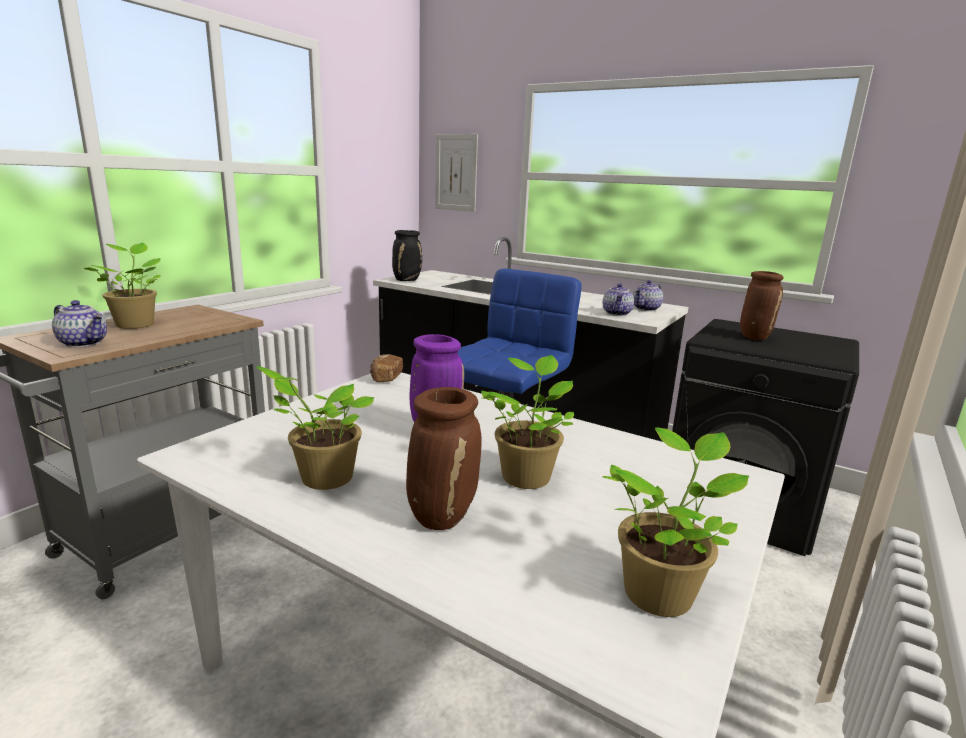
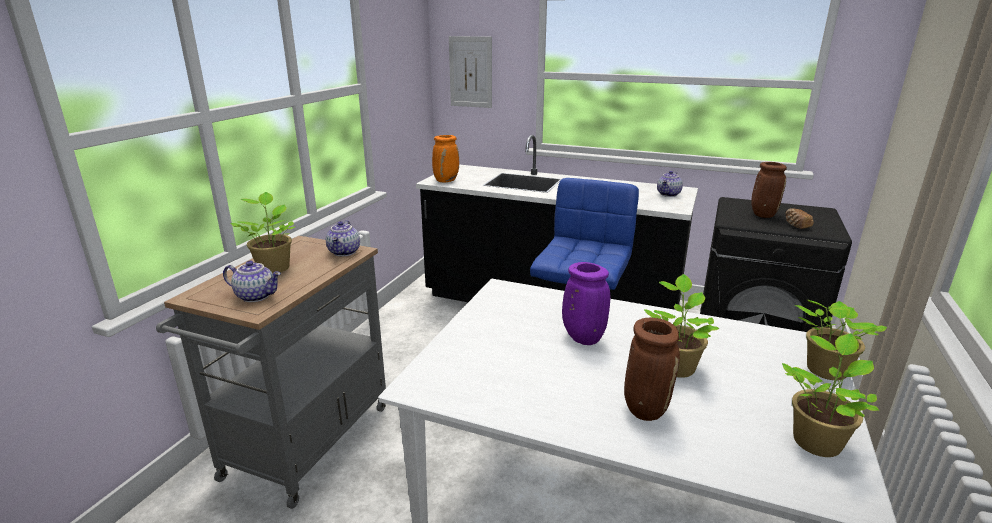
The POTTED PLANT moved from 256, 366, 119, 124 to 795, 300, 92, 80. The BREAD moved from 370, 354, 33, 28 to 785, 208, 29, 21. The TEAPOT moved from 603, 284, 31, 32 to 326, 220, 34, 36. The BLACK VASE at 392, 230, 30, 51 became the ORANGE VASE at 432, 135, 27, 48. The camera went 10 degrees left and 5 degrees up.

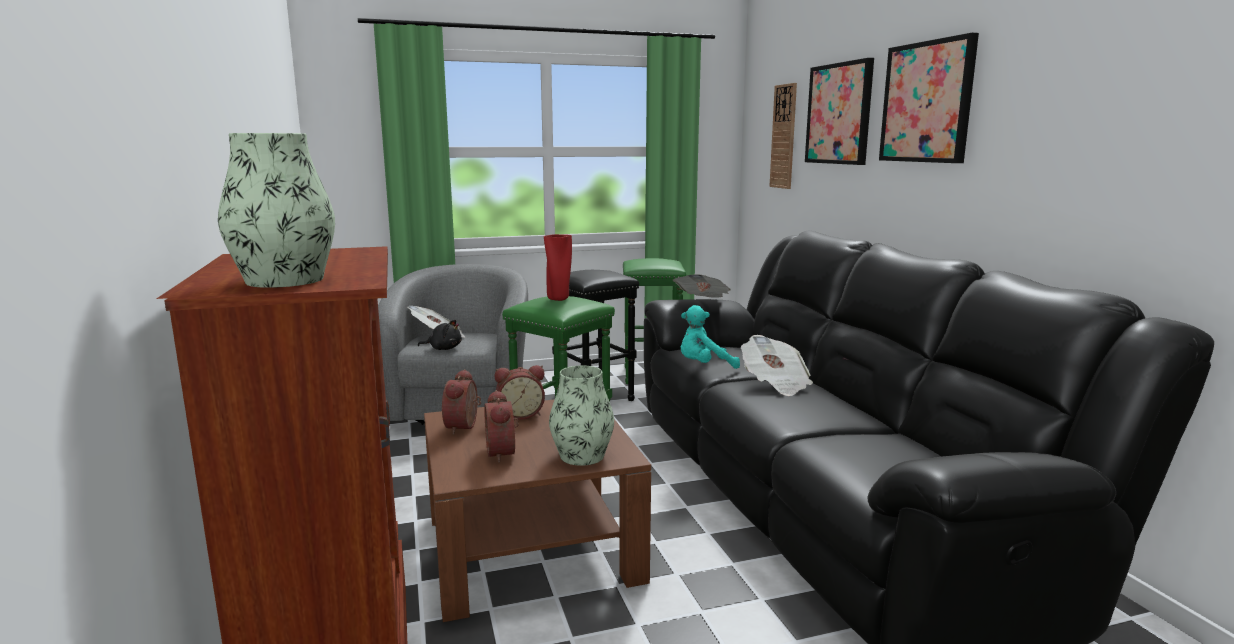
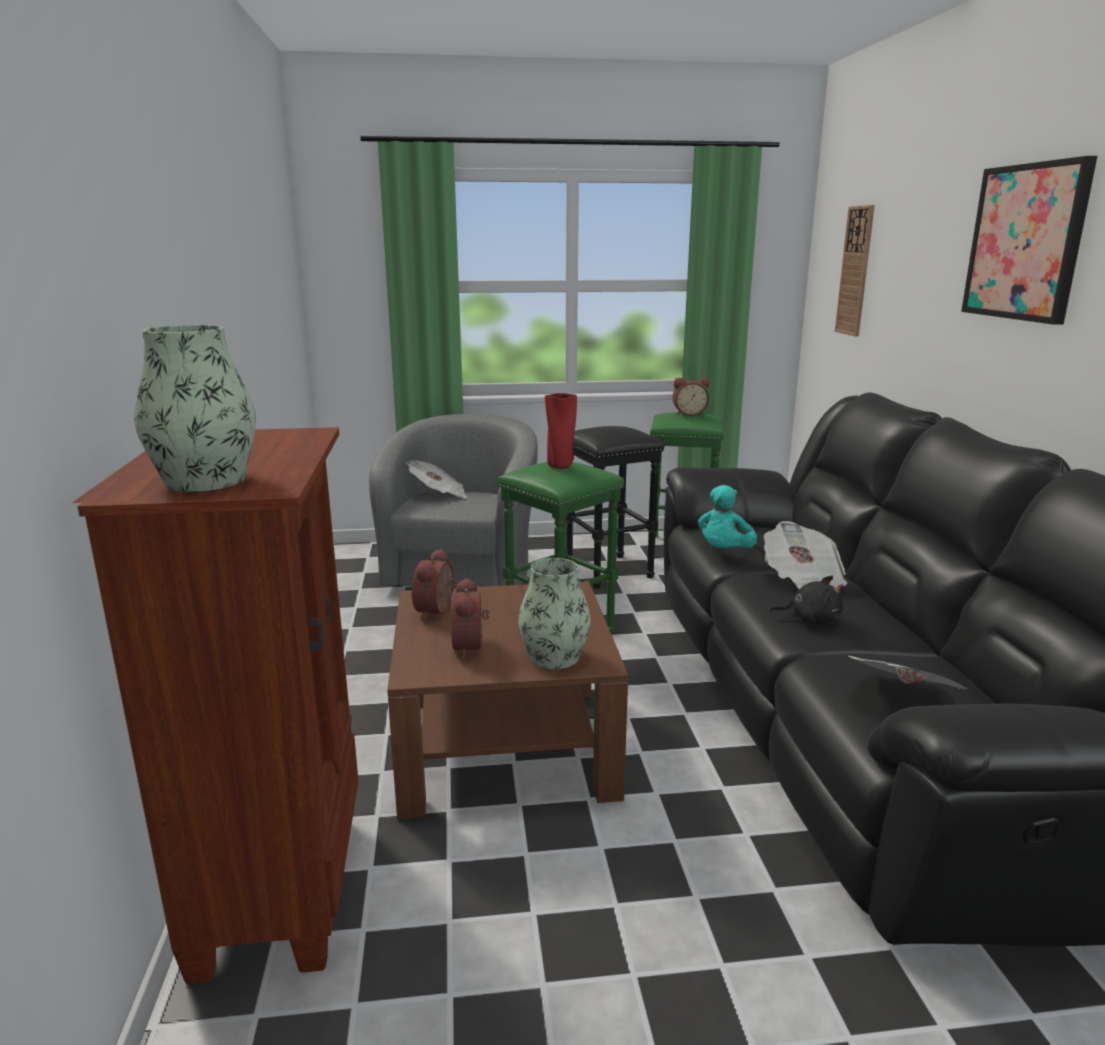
The PICTURE at 805, 58, 69, 107 disappeared. The BLACK PLUSH TOY moved from 418, 320, 44, 30 to 770, 576, 74, 47. The ALARM CLOCK moved from 495, 365, 50, 55 to 673, 377, 36, 39. The NEWSPAPER moved from 673, 274, 58, 24 to 847, 655, 122, 35. The TURQUOISE PLUSH TOY at 681, 305, 59, 64 turned 60 degrees counterclockwise. The camera went 10 degrees right and 5 degrees up.

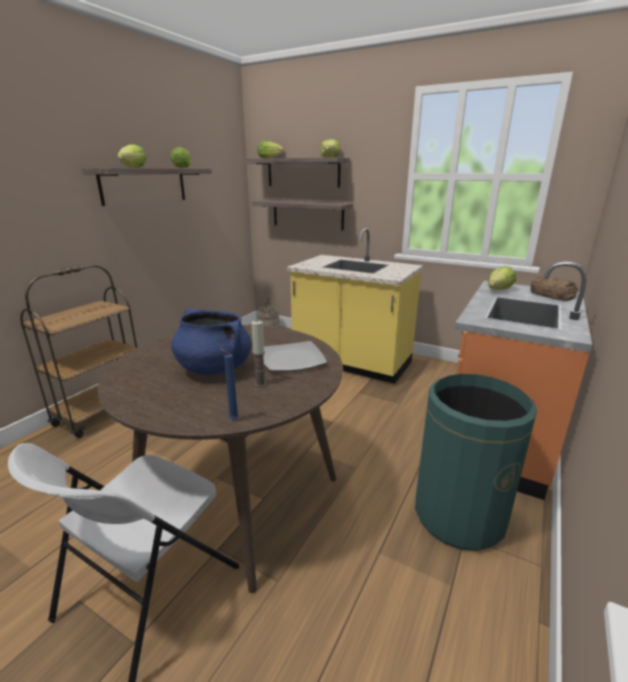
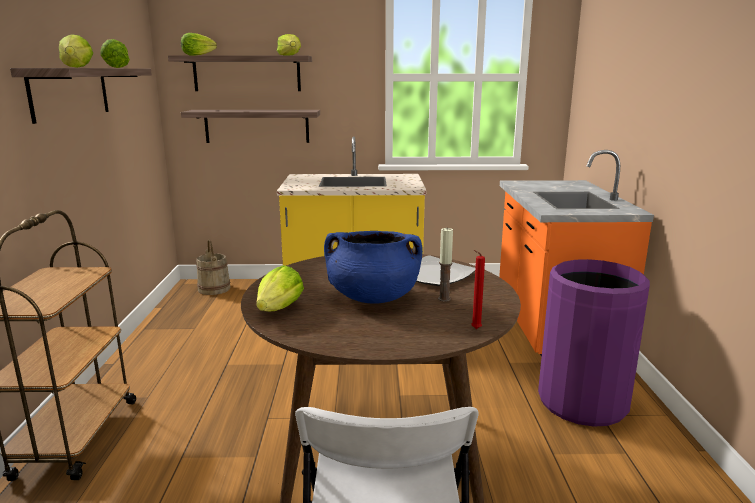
The BREAD at 531, 276, 47, 25 disappeared. The LETTUCE moved from 488, 266, 28, 24 to 256, 265, 48, 46. The BLUE CANDLE at 219, 347, 20, 73 became the RED CANDLE at 471, 250, 14, 79. The GREEN TRASH CAN at 415, 374, 122, 177 became the PURPLE TRASH CAN at 538, 259, 112, 168. The camera went 30 degrees left and 5 degrees down.

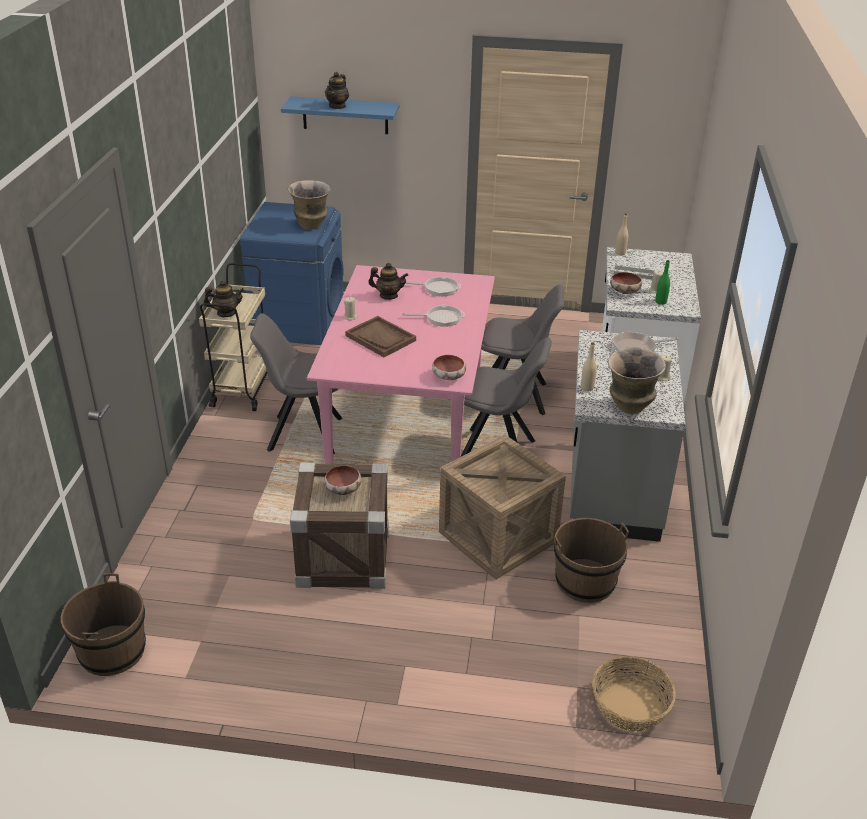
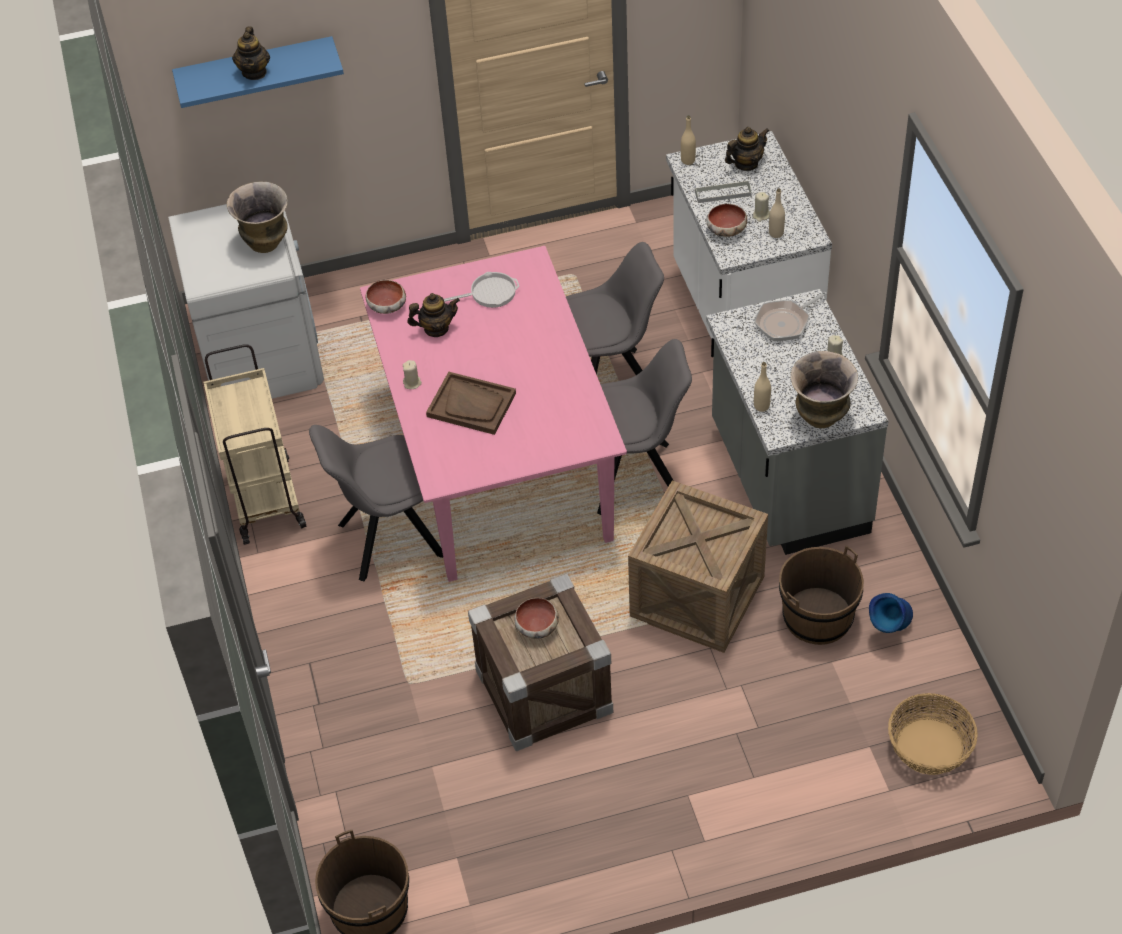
The FRYING PAN at 402, 305, 63, 22 disappeared. The BLUE VASE at 869, 593, 44, 40 appeared. The TEAPOT moved from 204, 280, 40, 37 to 725, 127, 44, 44. The BOWL moved from 432, 355, 34, 25 to 365, 280, 41, 34. The BLUE WASHING MACHINE at 240, 202, 104, 143 became the WHITE WASHING MACHINE at 168, 204, 156, 195. The GREEN BOTTLE at 655, 260, 15, 45 became the BEIGE BOTTLE at 769, 188, 16, 50. The camera went 20 degrees left and 15 degrees up.

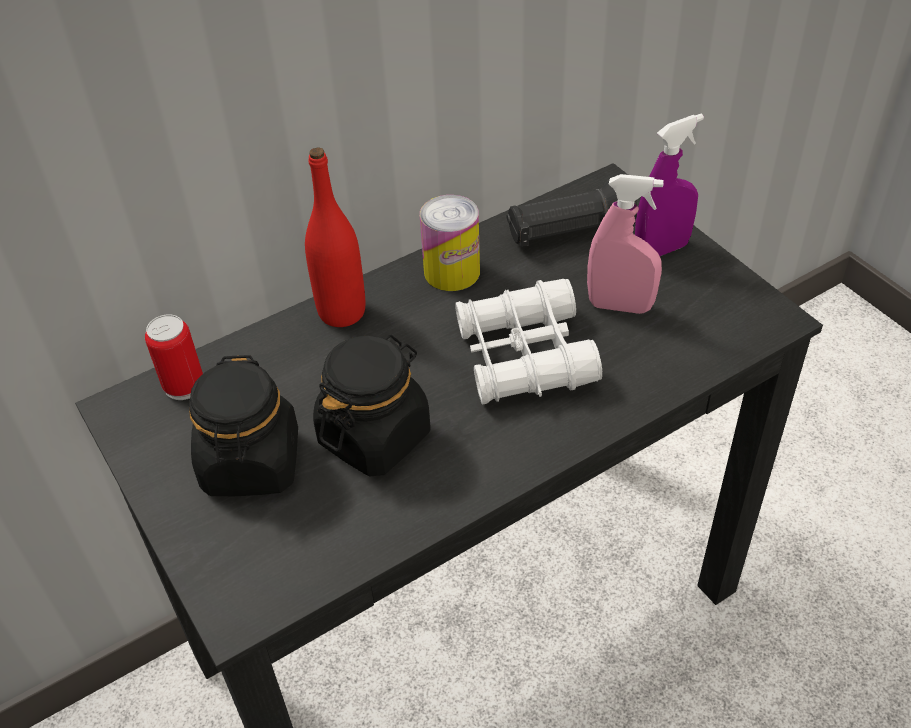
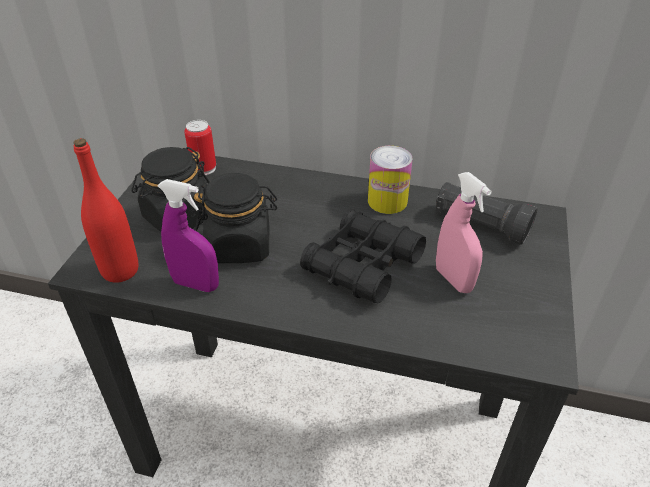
The RED BOTTLE moved from 305, 147, 60, 180 to 73, 138, 66, 145. The PURPLE SPRAY BOTTLE moved from 635, 113, 69, 143 to 158, 179, 61, 113. The WHITE BINOCULARS at 455, 279, 147, 125 became the BLACK BINOCULARS at 300, 209, 126, 94. The camera went 45 degrees right and 5 degrees down.

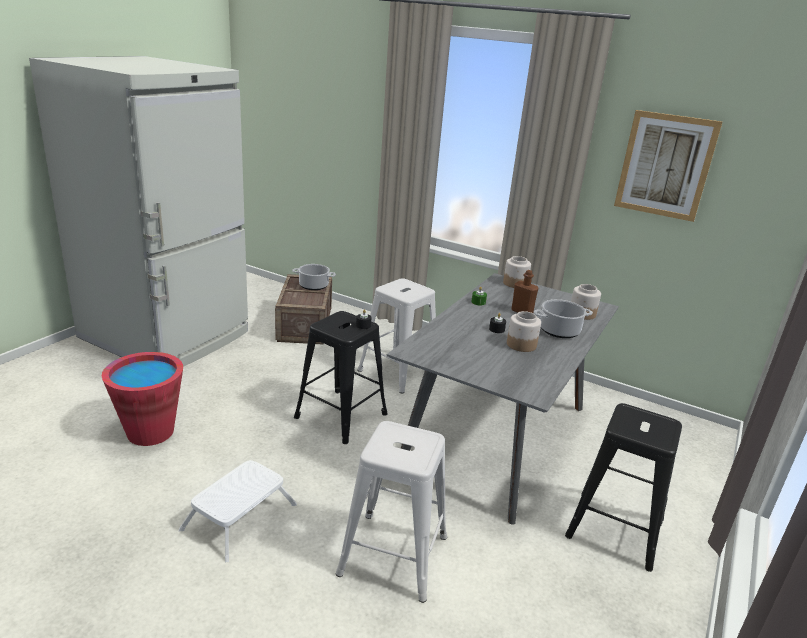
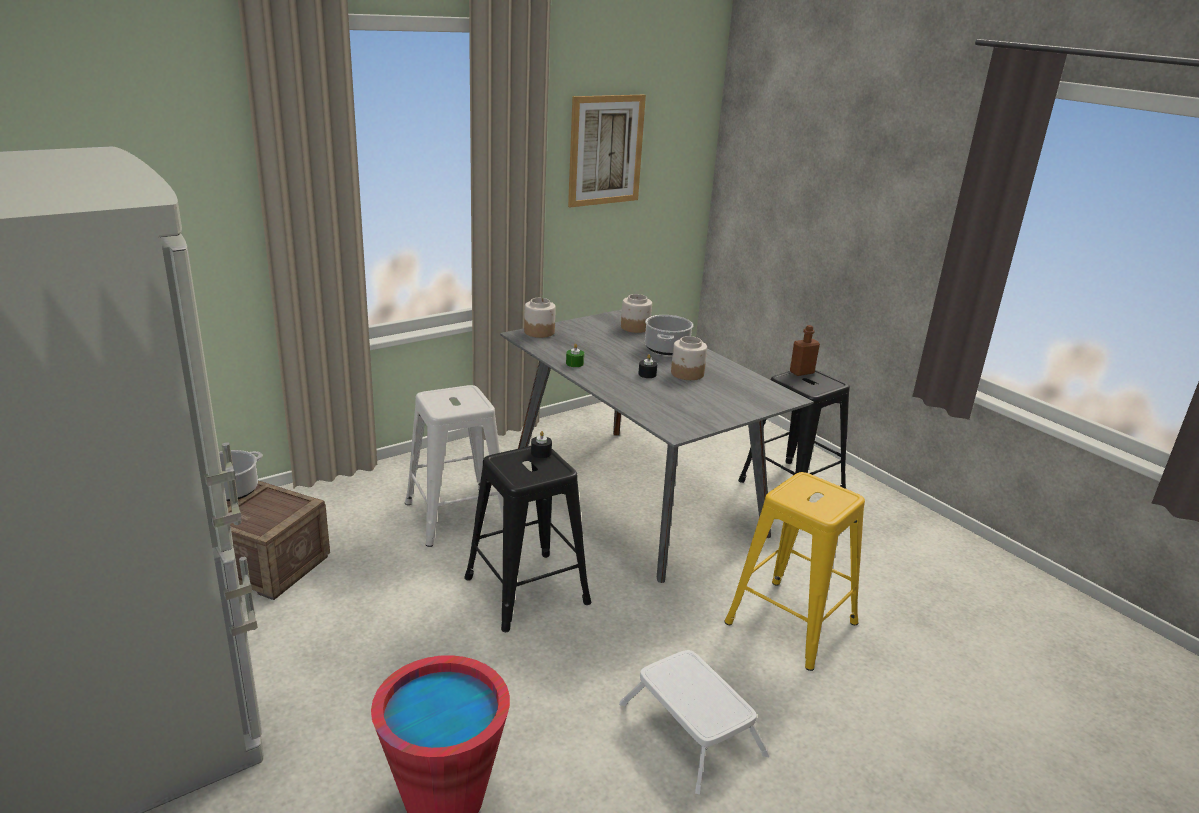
The BROWN BOTTLE moved from 511, 270, 27, 43 to 790, 325, 30, 51. The WHITE STOOL at 336, 421, 111, 182 became the YELLOW STOOL at 724, 472, 141, 199. The camera went 65 degrees left and 0 degrees up.

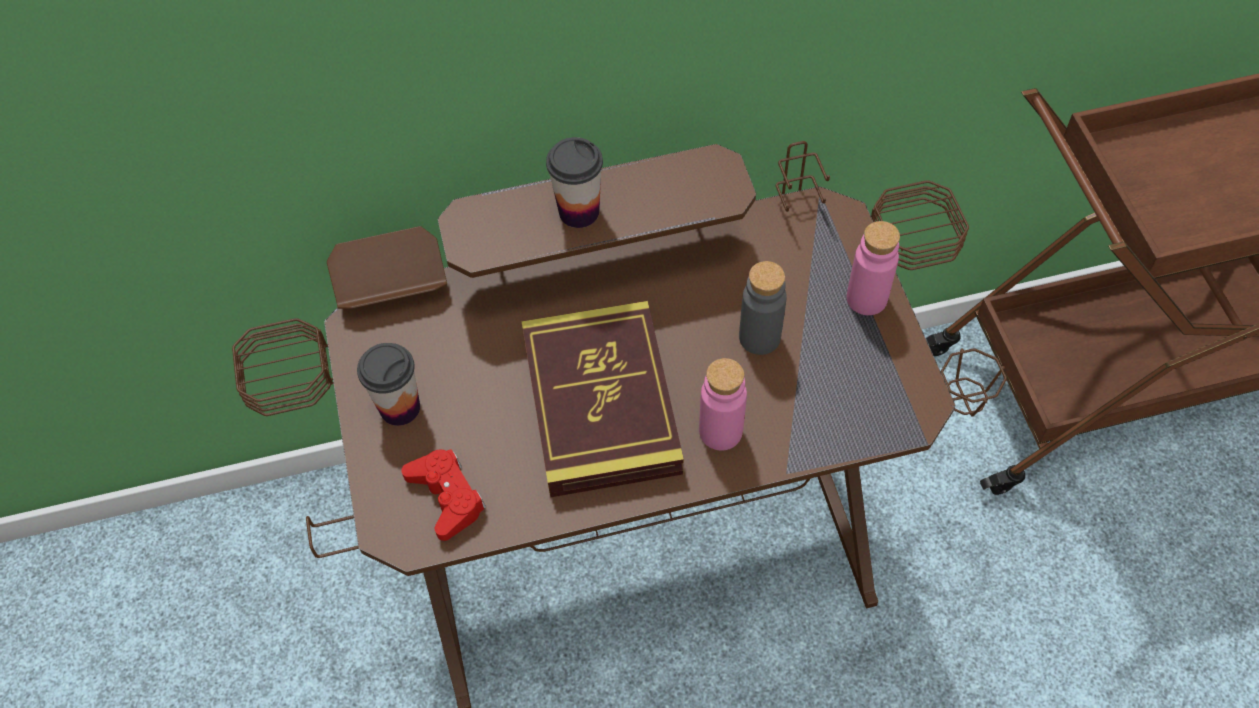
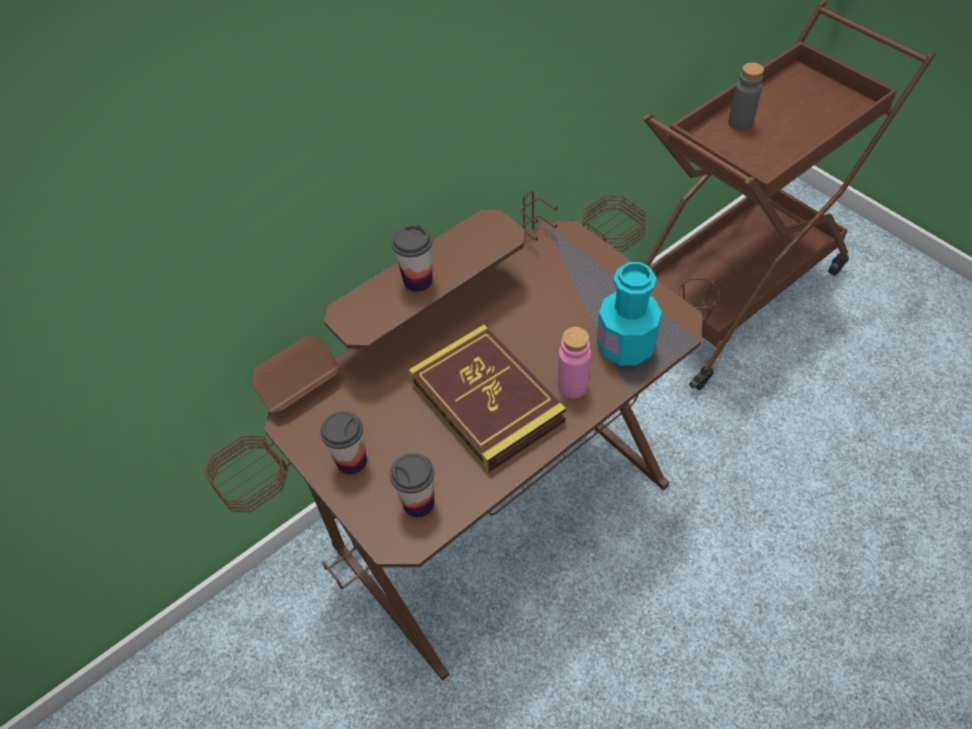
The PINK BOTTLE at 847, 221, 53, 94 disappeared. The TURQUOISE BOTTLE at 597, 262, 65, 104 appeared. The GREY BOTTLE moved from 739, 261, 48, 94 to 728, 62, 36, 69. The RED GAME CONTROLLER at 401, 449, 85, 92 was replaced by the CUP at 390, 453, 44, 64. The camera went 25 degrees left and 5 degrees down.

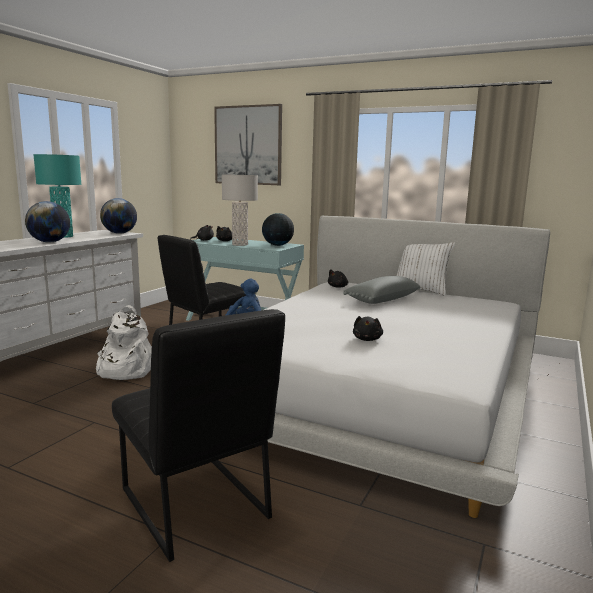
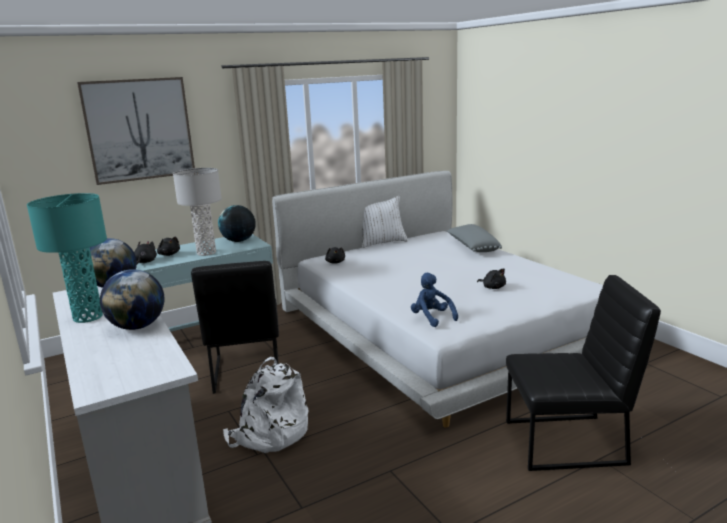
The GREY PILLOW moved from 344, 276, 77, 28 to 447, 224, 55, 28. The camera went 55 degrees left and 5 degrees up.

